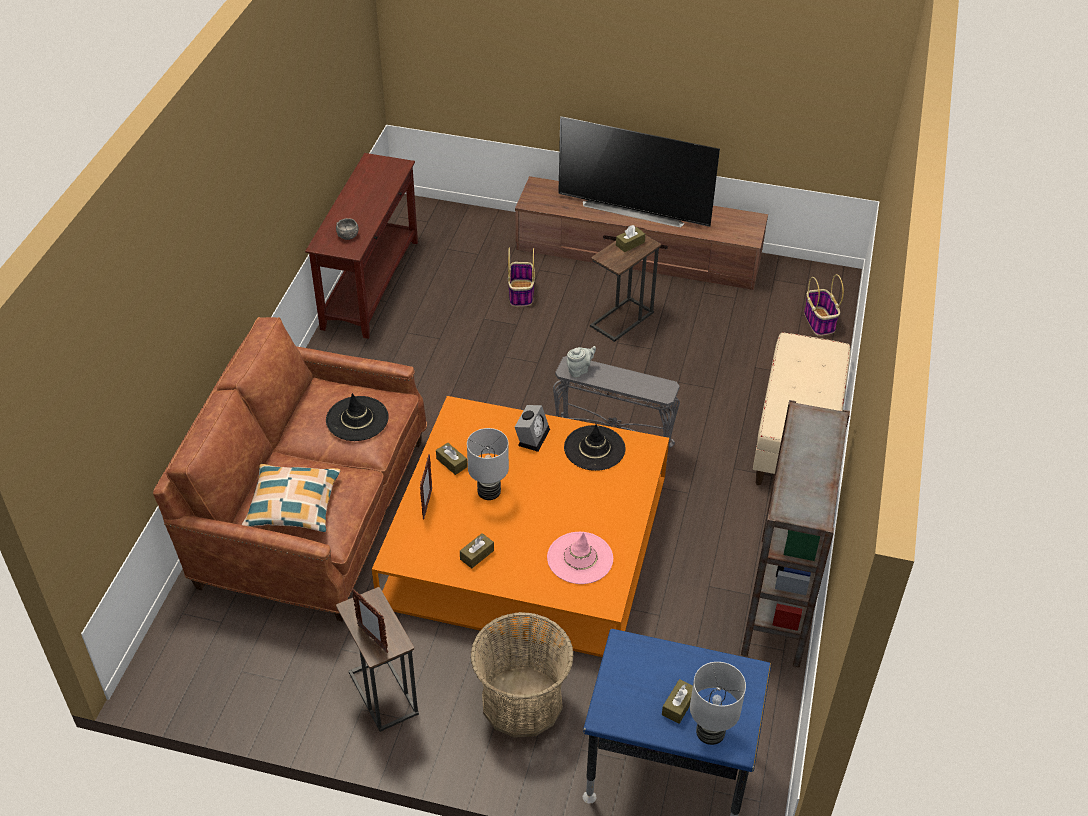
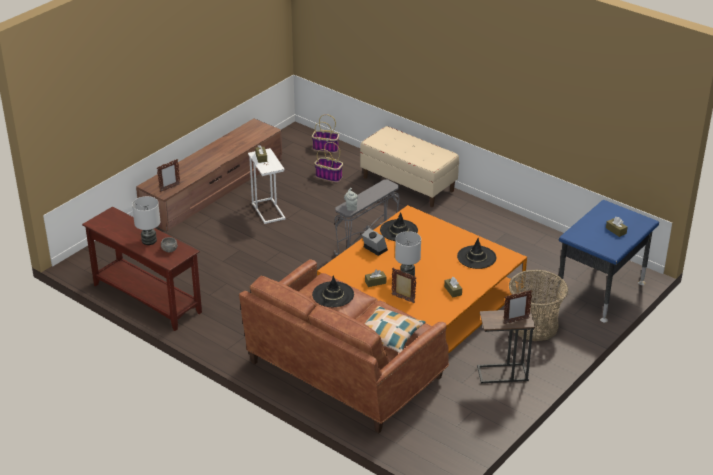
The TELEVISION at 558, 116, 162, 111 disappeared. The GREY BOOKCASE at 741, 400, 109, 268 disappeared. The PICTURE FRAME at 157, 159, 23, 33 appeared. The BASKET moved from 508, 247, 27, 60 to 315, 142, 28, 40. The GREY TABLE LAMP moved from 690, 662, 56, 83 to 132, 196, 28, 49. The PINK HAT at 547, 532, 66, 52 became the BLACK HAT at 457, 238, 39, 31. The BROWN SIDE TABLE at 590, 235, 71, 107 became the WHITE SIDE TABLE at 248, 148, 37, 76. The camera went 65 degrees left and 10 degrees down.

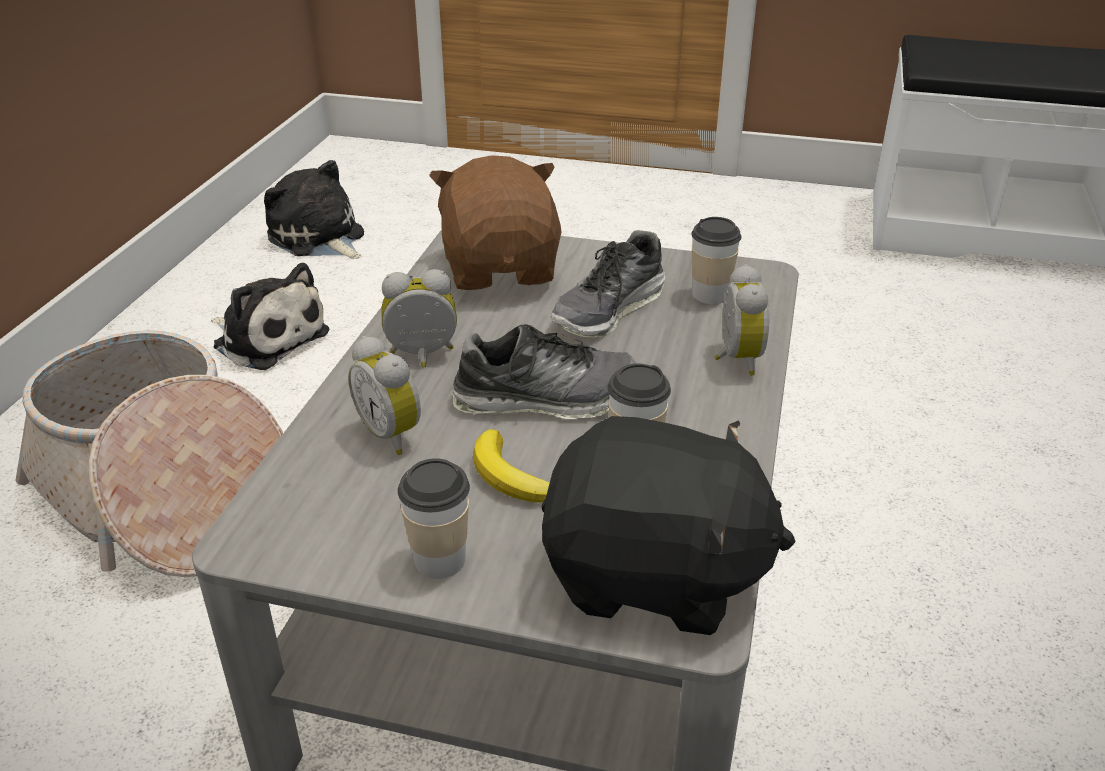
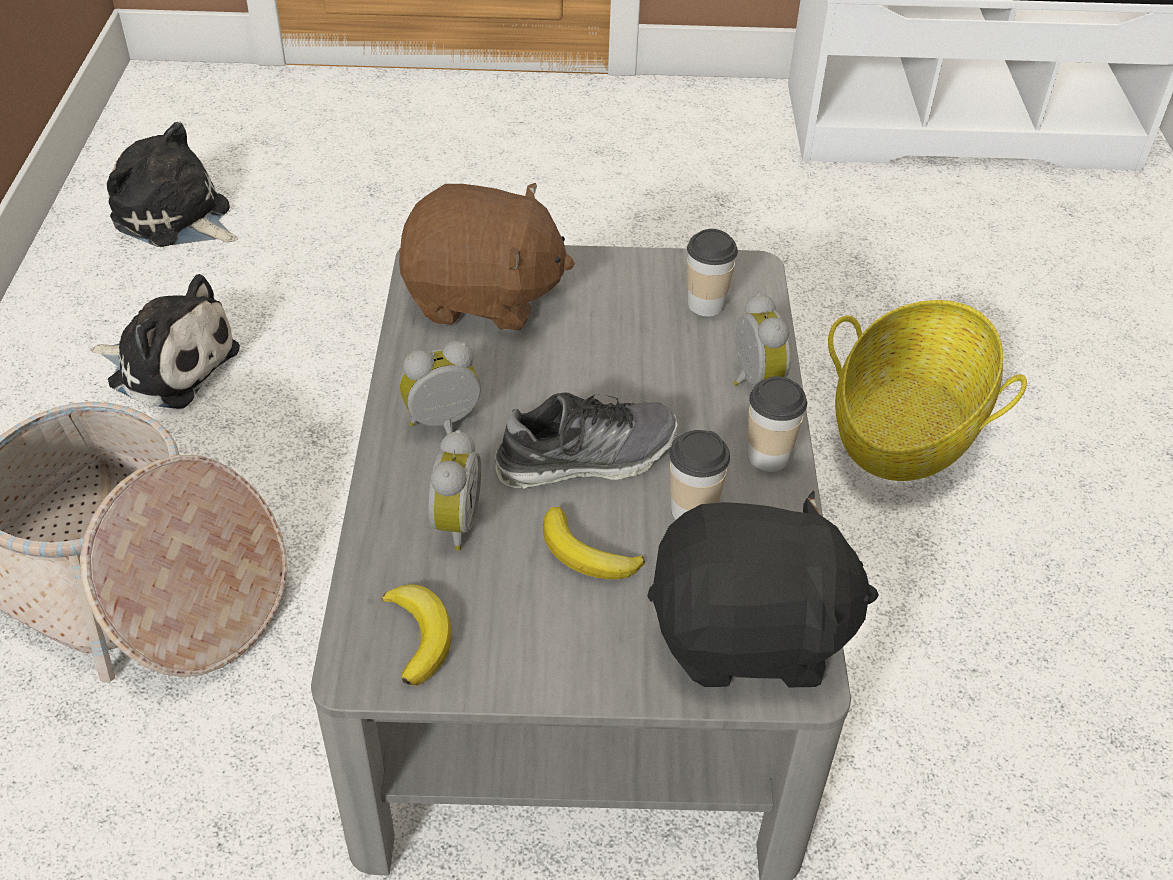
The SHOE at 550, 230, 116, 108 disappeared. The BANANA at 381, 584, 71, 102 appeared. The BASKET at 828, 300, 199, 181 appeared. The CUP moved from 398, 458, 72, 121 to 748, 376, 59, 96. The ALARM CLOCK at 348, 336, 73, 119 turned 120 degrees counterclockwise. The BROWN PLUSH TOY at 429, 155, 132, 135 turned 120 degrees clockwise. The camera went 15 degrees left and 10 degrees up.

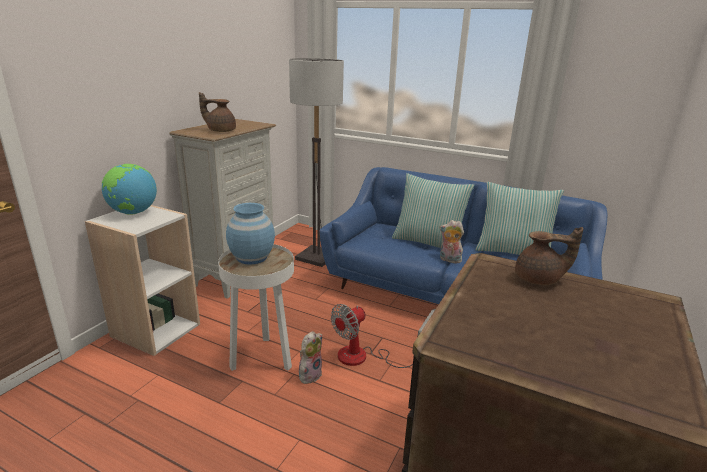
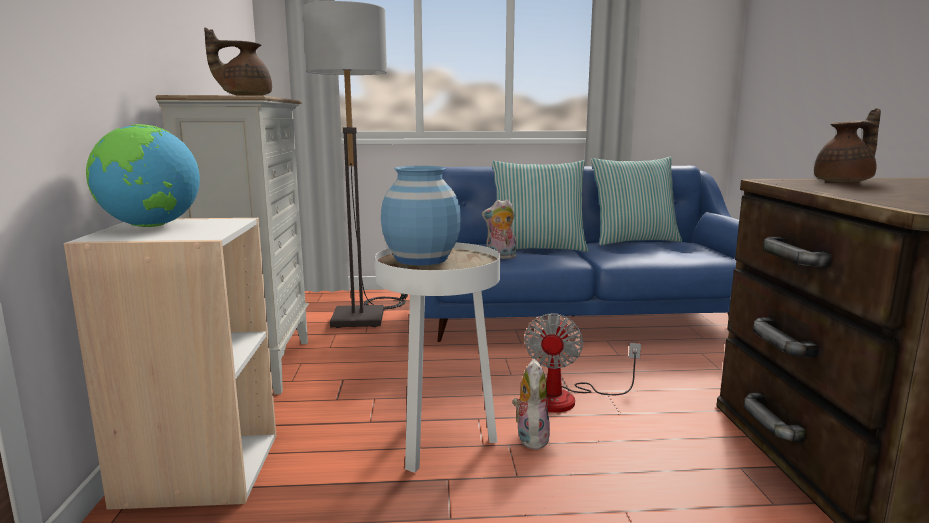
The PLUSH TOY moved from 440, 220, 24, 43 to 482, 199, 34, 60. The camera went 30 degrees left and 10 degrees down.

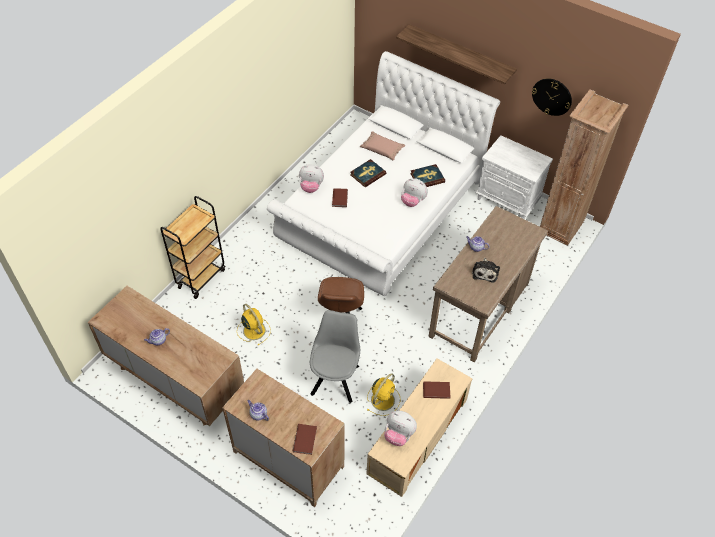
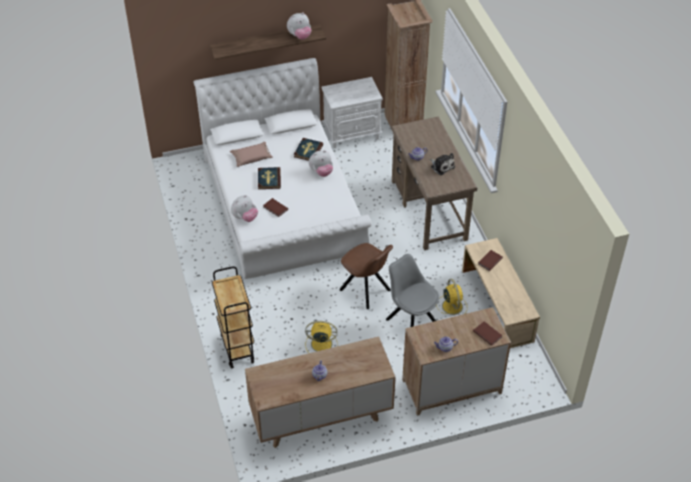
The WALL CLOCK at 532, 78, 40, 38 disappeared. The PLUSH TOY moved from 384, 411, 33, 35 to 287, 13, 24, 27. The camera went 50 degrees left and 5 degrees down.

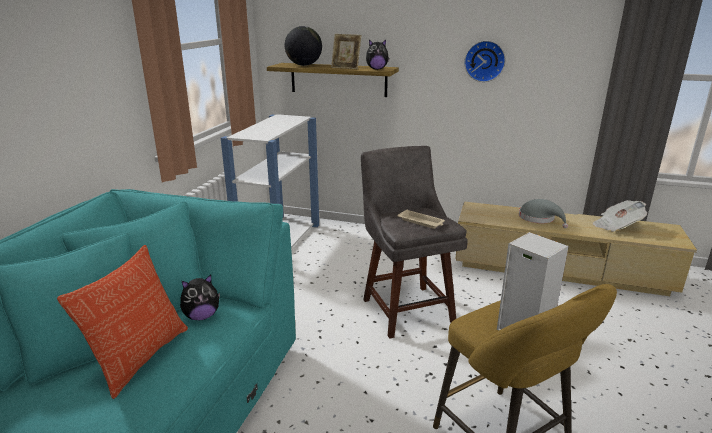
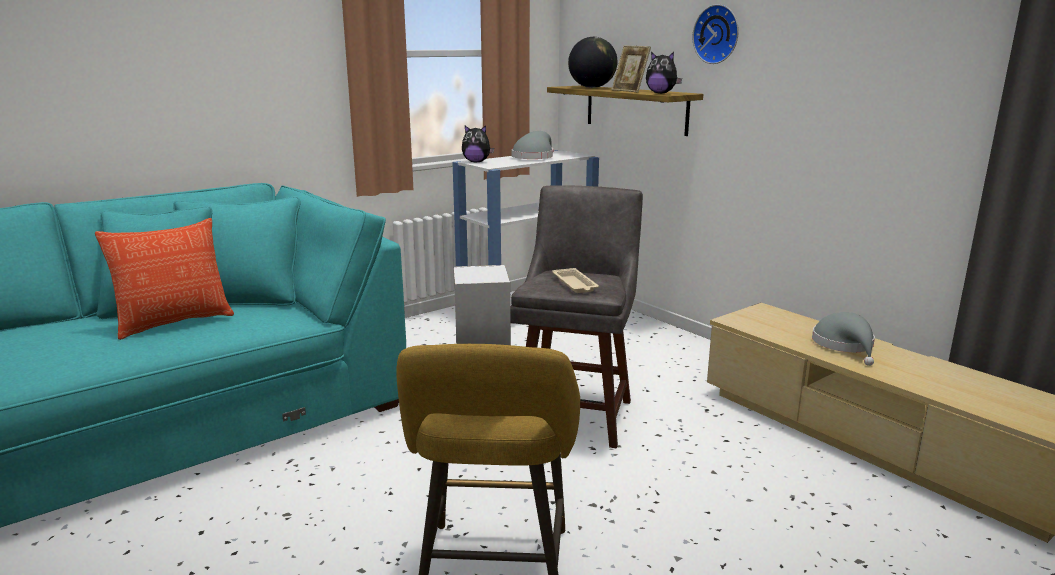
The NEWSPAPER at 593, 200, 54, 32 disappeared. The GREY HAT at 512, 131, 42, 28 appeared. The PLUSH TOY moved from 180, 275, 40, 45 to 462, 126, 32, 37. The WALL CLOCK moved from 464, 41, 42, 41 to 692, 4, 47, 60. The camera went 35 degrees right and 5 degrees down.

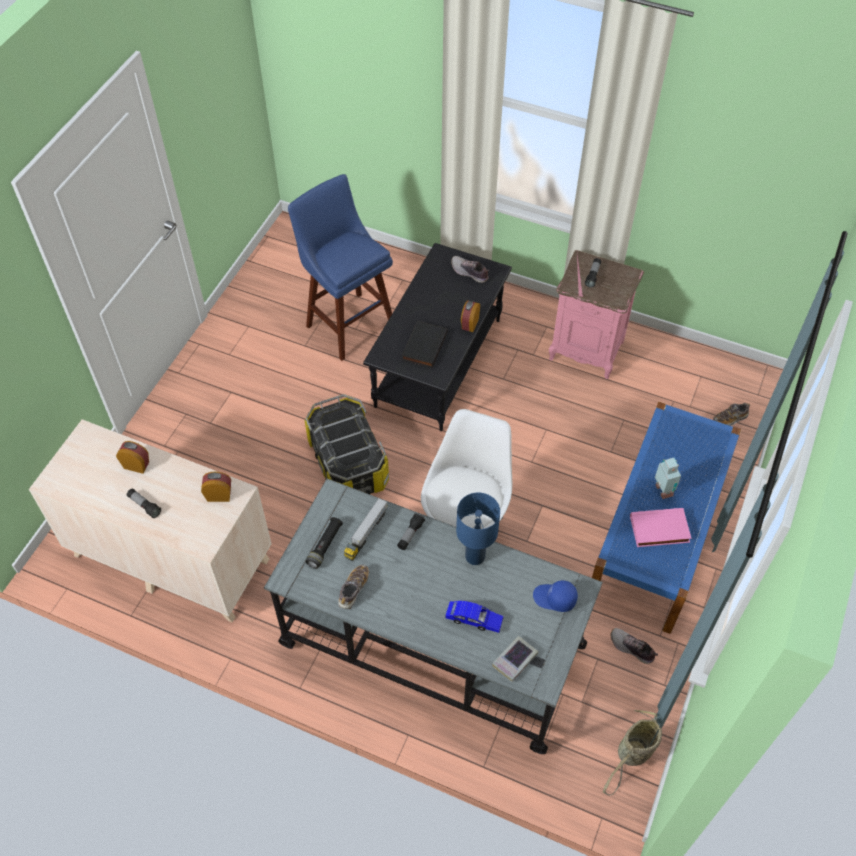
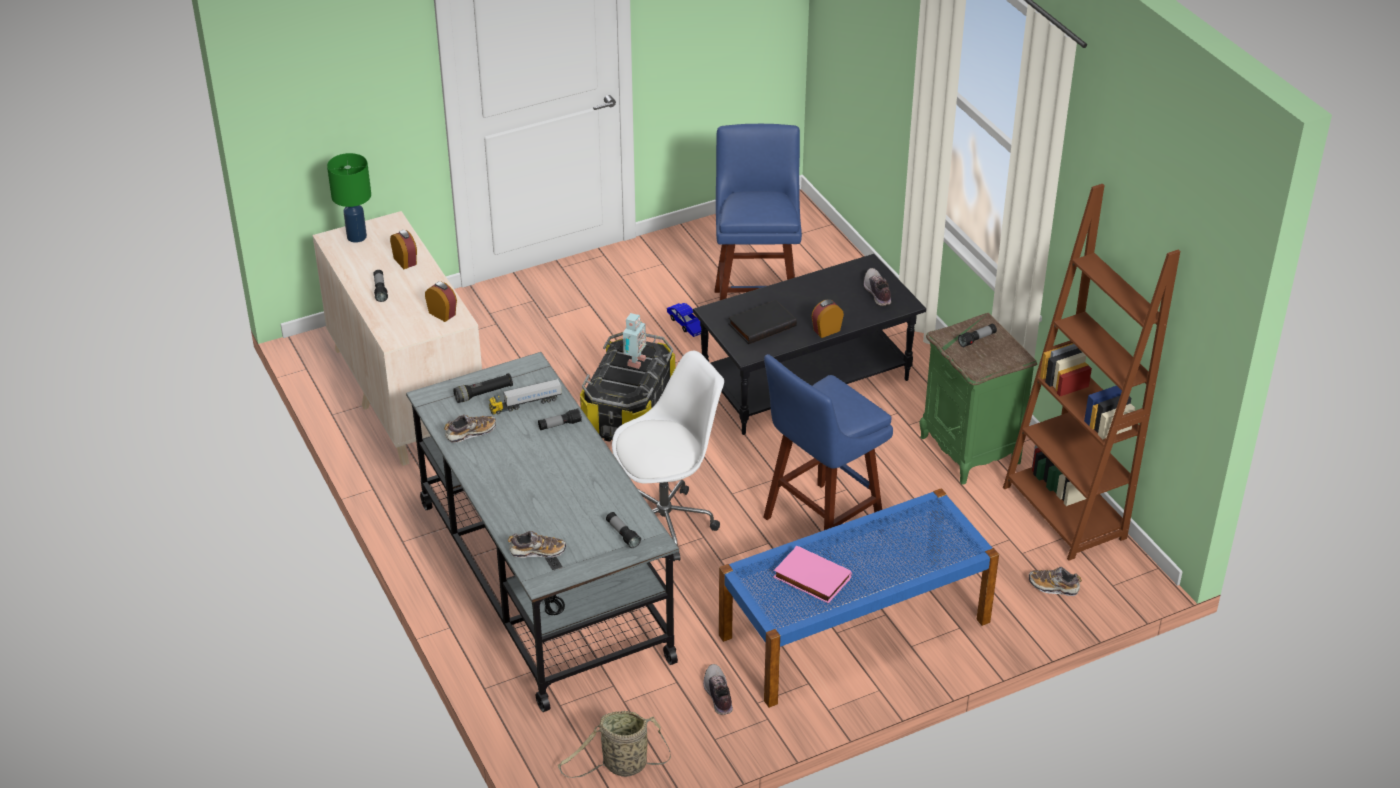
The BLUE TABLE LAMP at 456, 493, 44, 72 disappeared. The GREEN TABLE LAMP at 327, 153, 44, 90 appeared. The BLUE STOOL at 763, 354, 130, 202 appeared. The BROWN BOOKCASE at 1003, 184, 177, 377 appeared. The BLUE TOY CAR moved from 445, 601, 59, 32 to 667, 303, 34, 34. The TOY ROBOT moved from 655, 458, 26, 41 to 623, 313, 23, 56. The BOOK at 492, 636, 46, 46 was replaced by the SHOE at 508, 531, 58, 27. The BLUE CAP at 533, 580, 45, 32 was replaced by the FLASHLIGHT at 606, 512, 35, 36. The PINK NIGHTSTAND at 549, 250, 95, 129 became the GREEN NIGHTSTAND at 920, 313, 117, 172. The camera went 40 degrees right and 15 degrees down.

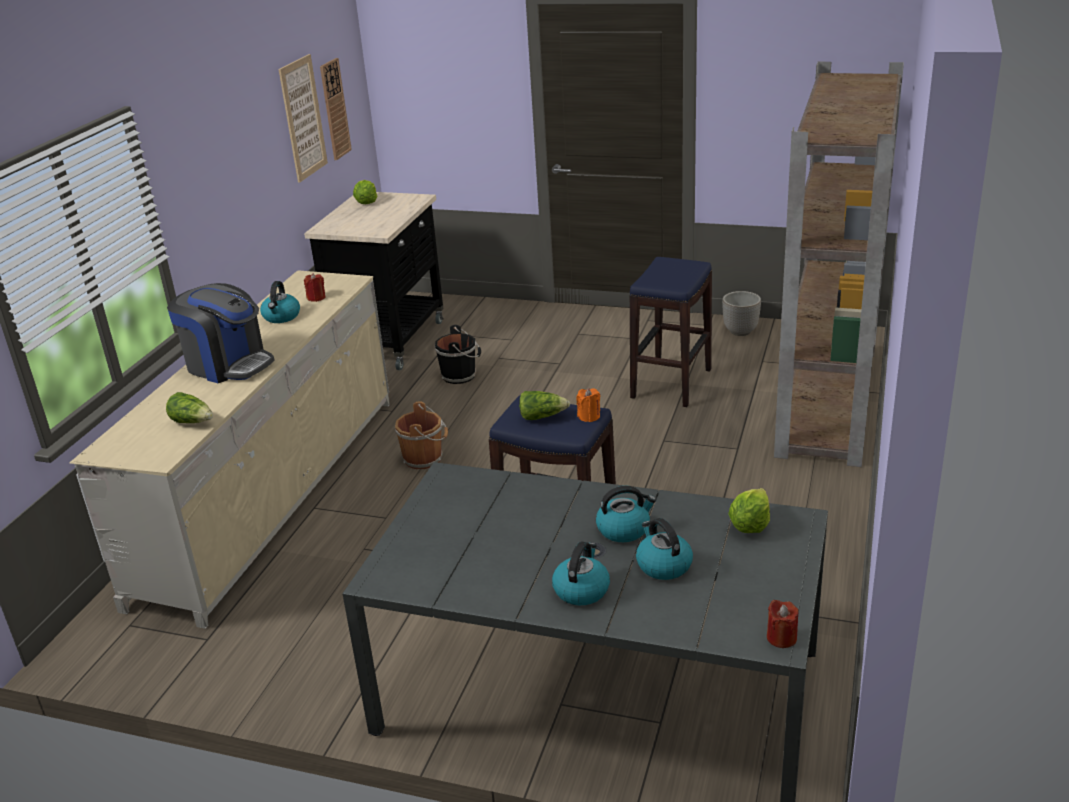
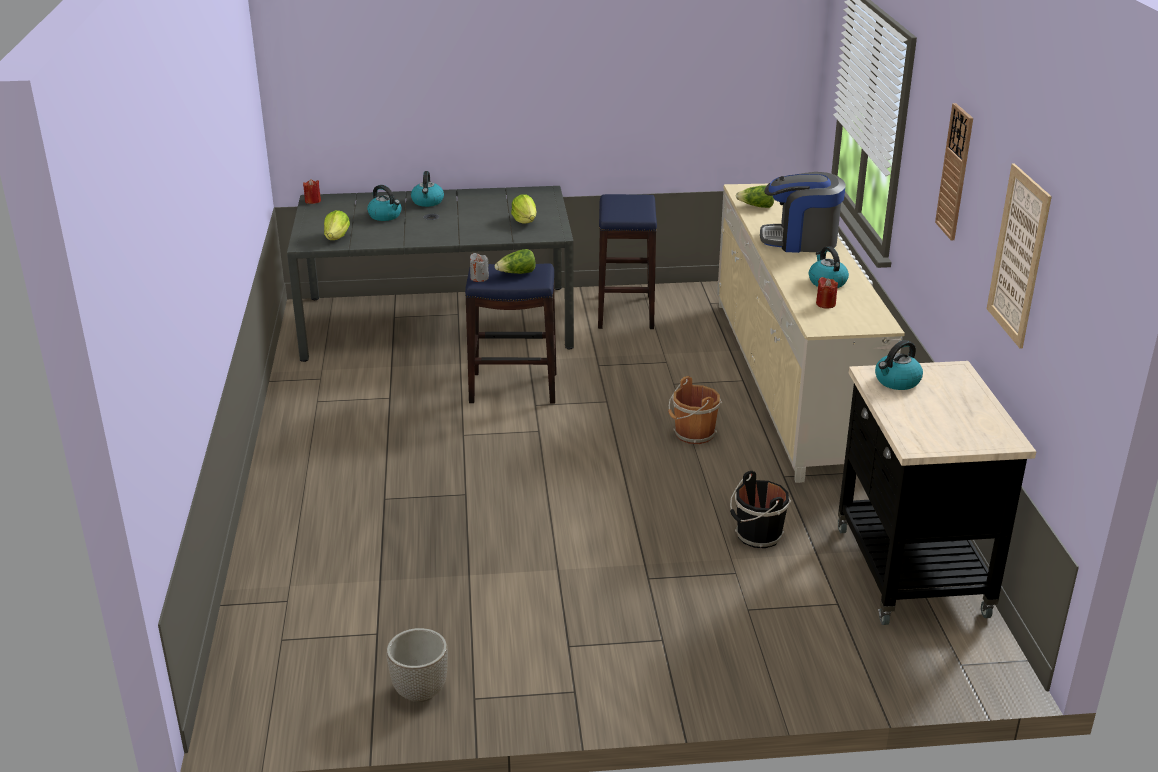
The BROWN BOOKCASE at 774, 62, 130, 405 disappeared. The WALL CLOCK moved from 320, 58, 32, 102 to 935, 103, 38, 137. The LETTUCE moved from 353, 180, 24, 24 to 511, 194, 25, 30. The KETTLE moved from 596, 486, 60, 56 to 875, 340, 48, 50. The STOOL moved from 630, 257, 82, 150 to 598, 194, 59, 135. The ORANGE CANDLE at 577, 388, 23, 34 became the GREY CANDLE at 470, 253, 19, 29. The camera went 155 degrees right and 0 degrees up.

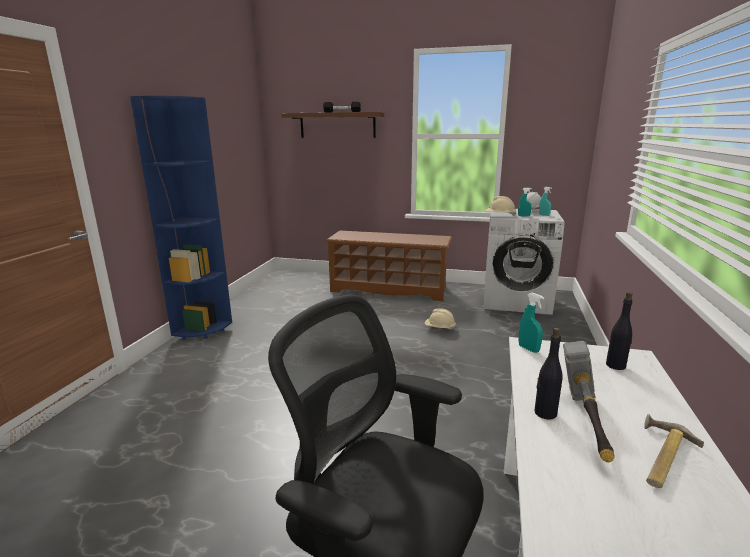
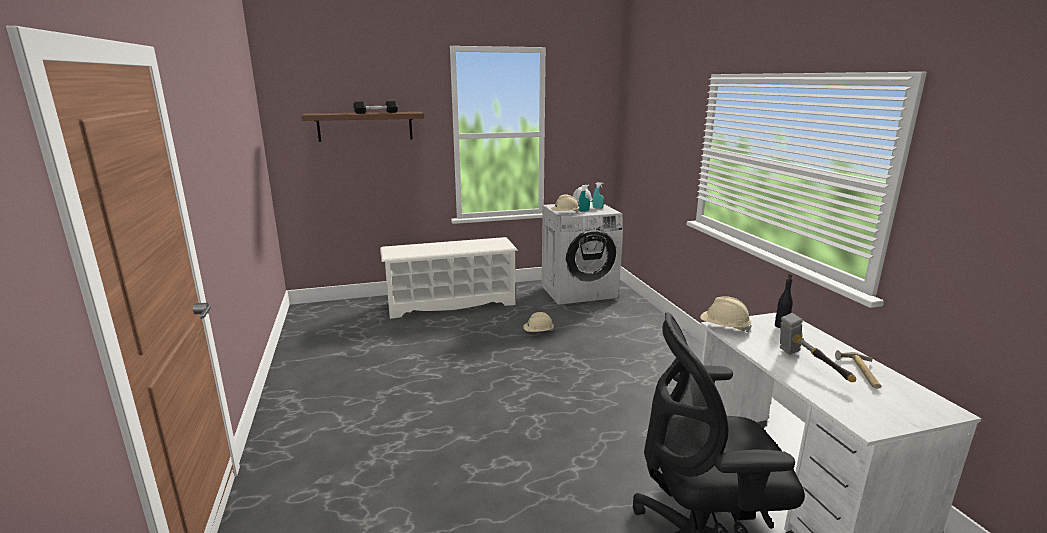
The BLUE BOOKCASE at 130, 96, 102, 244 disappeared. The BLACK BOTTLE at 534, 328, 29, 92 disappeared. The TURQUOISE SPRAY BOTTLE at 519, 293, 25, 60 was replaced by the BEIGE HARD HAT at 700, 296, 51, 36. The BROWN SHOE RACK at 326, 231, 126, 70 became the WHITE SHOE RACK at 380, 237, 138, 82. The camera went 30 degrees left and 0 degrees up.

